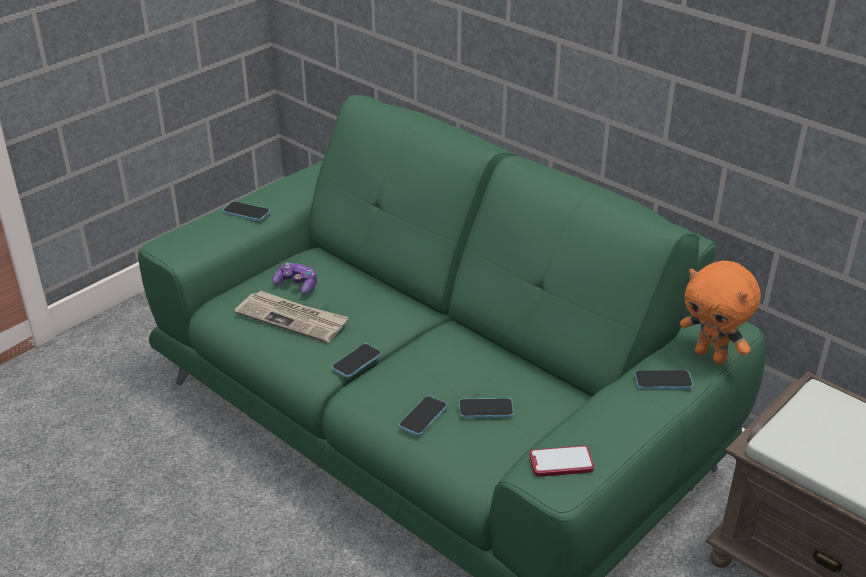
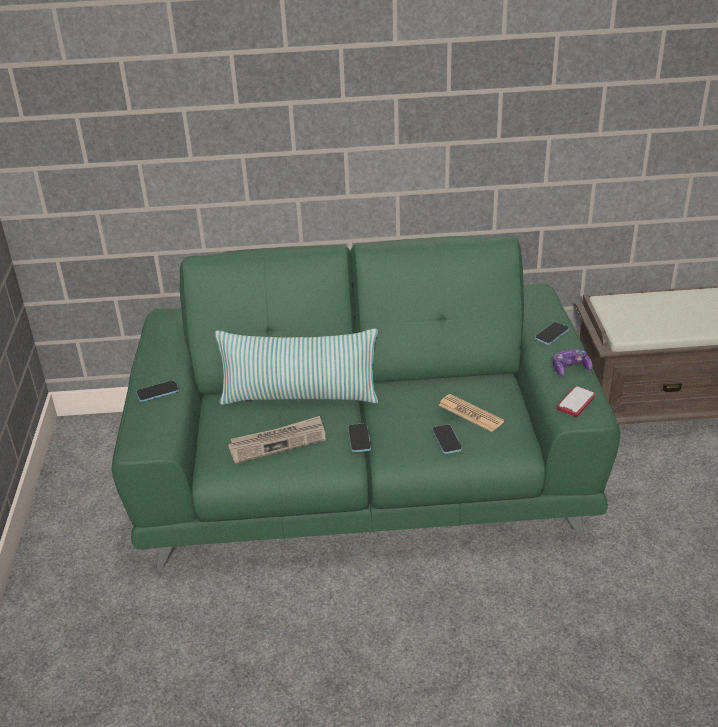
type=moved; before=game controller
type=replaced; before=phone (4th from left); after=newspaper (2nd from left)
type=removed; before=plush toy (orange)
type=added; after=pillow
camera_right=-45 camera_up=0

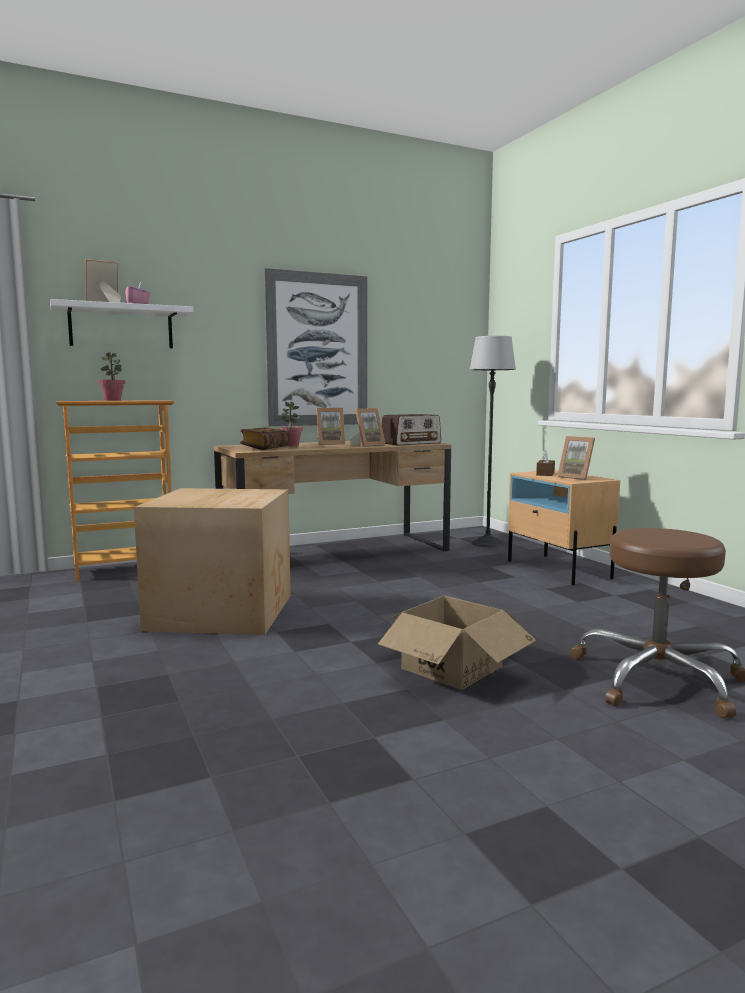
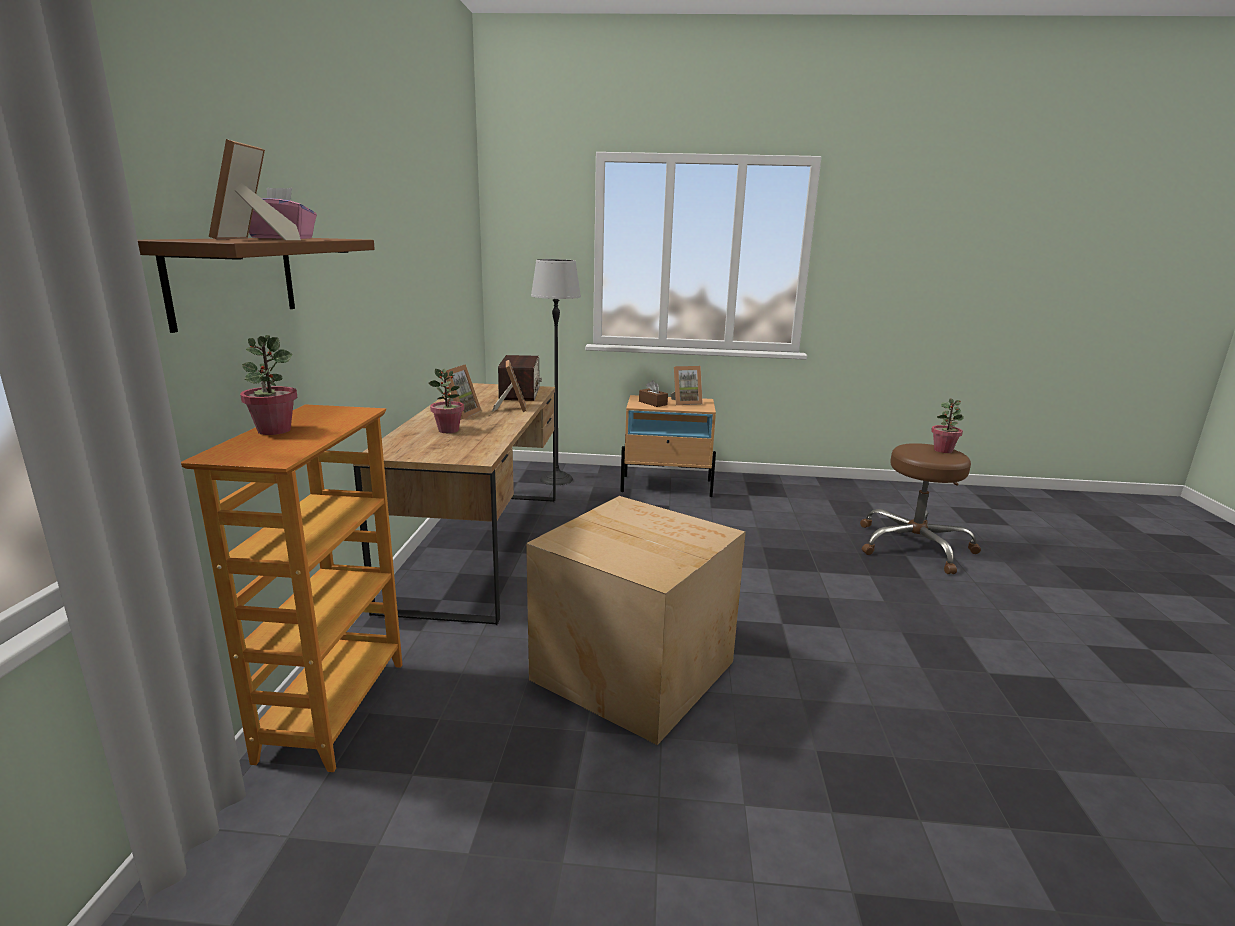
type=recoloured; before=shelf (white); after=shelf (brown)
type=removed; before=book
type=removed; before=picture
type=removed; before=cardboard box (2nd from left)
type=added; after=potted plant (3rd from left)
camera_right=-60 camera_up=10

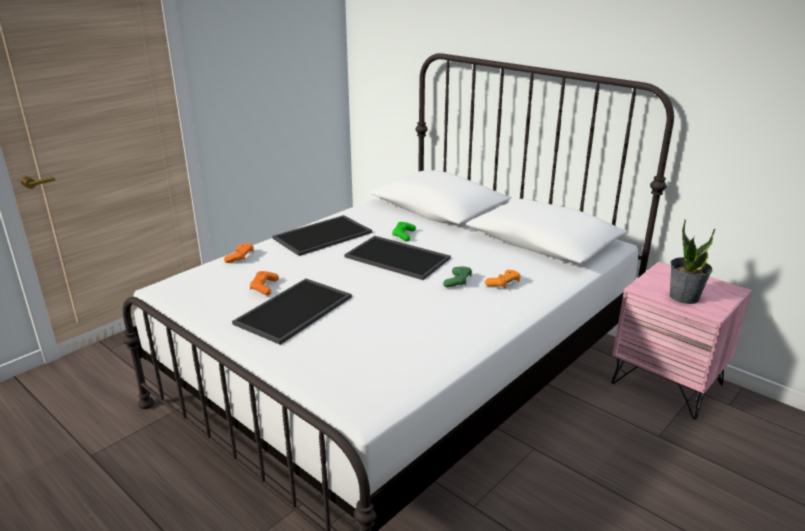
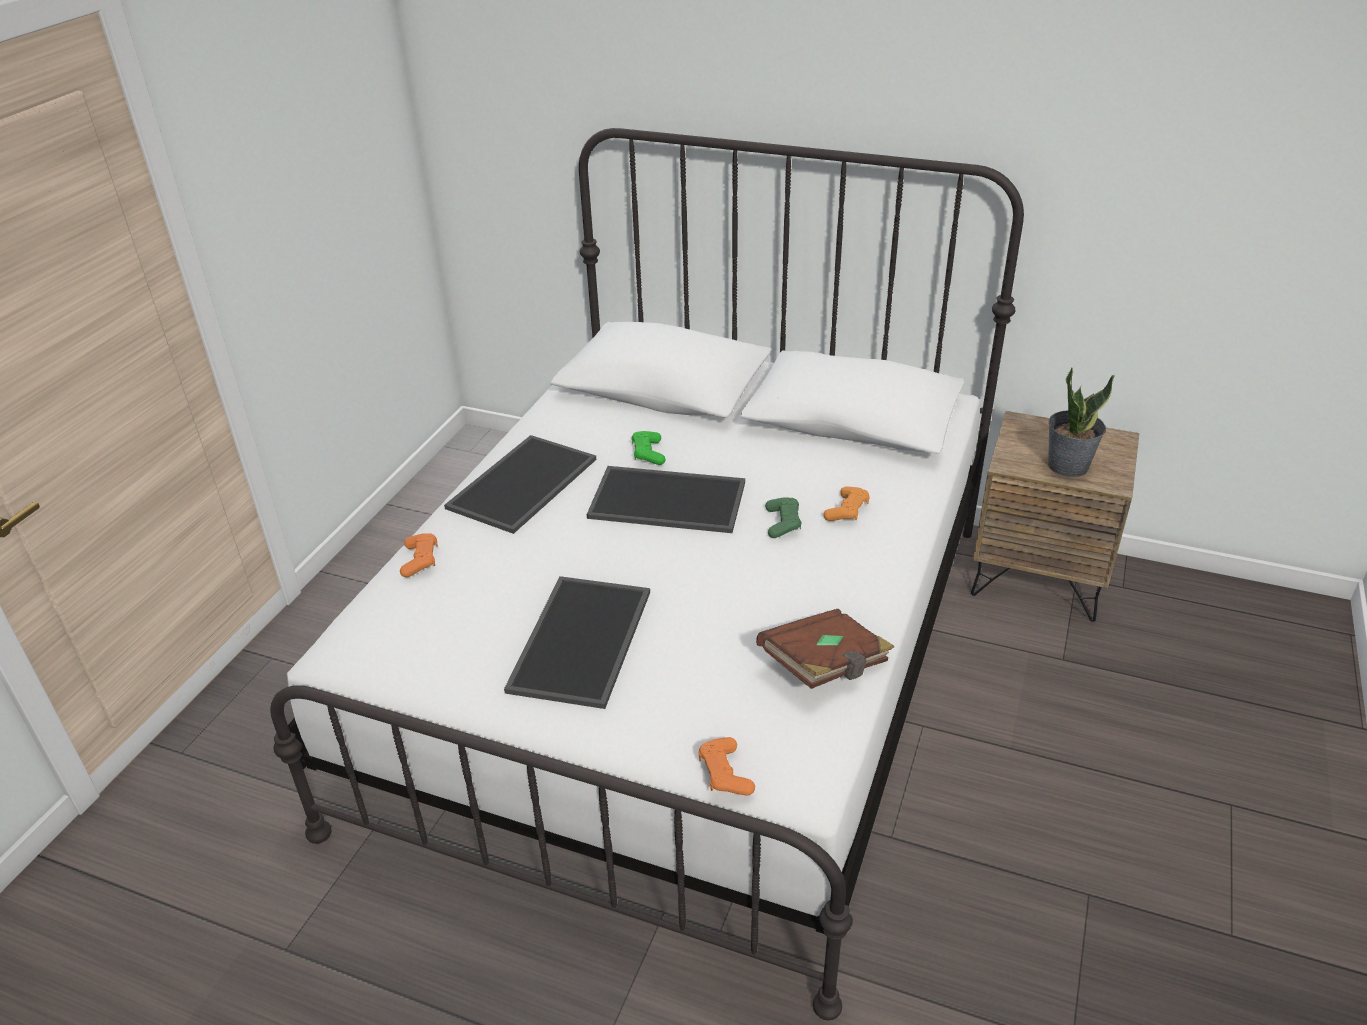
type=moved; before=game controller (orange) (2nd from left)
type=recoloured; before=nightstand (pink); after=nightstand (brown)
type=added; after=book (brown)
camera_right=-20 camera_up=10

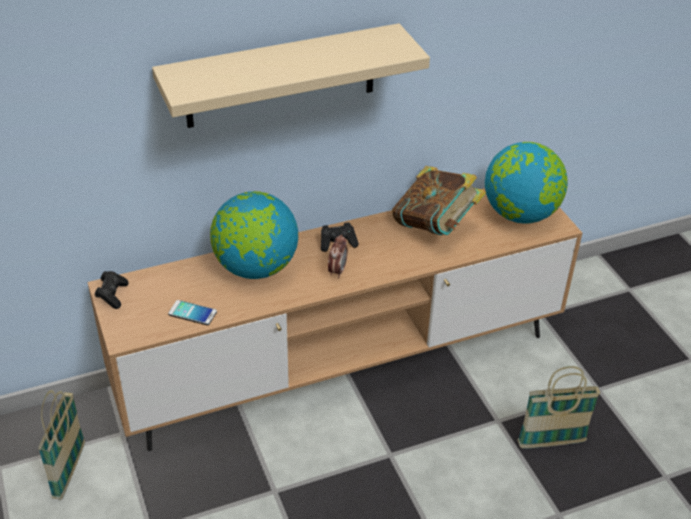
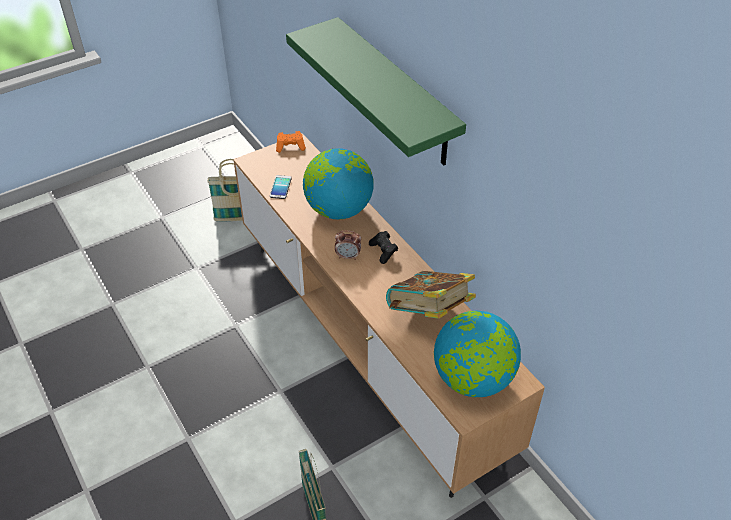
type=recoloured; before=game controller (black) (1st from left); after=game controller (orange)
type=recoloured; before=shelf (beige); after=shelf (green)
camera_right=80 camera_up=5

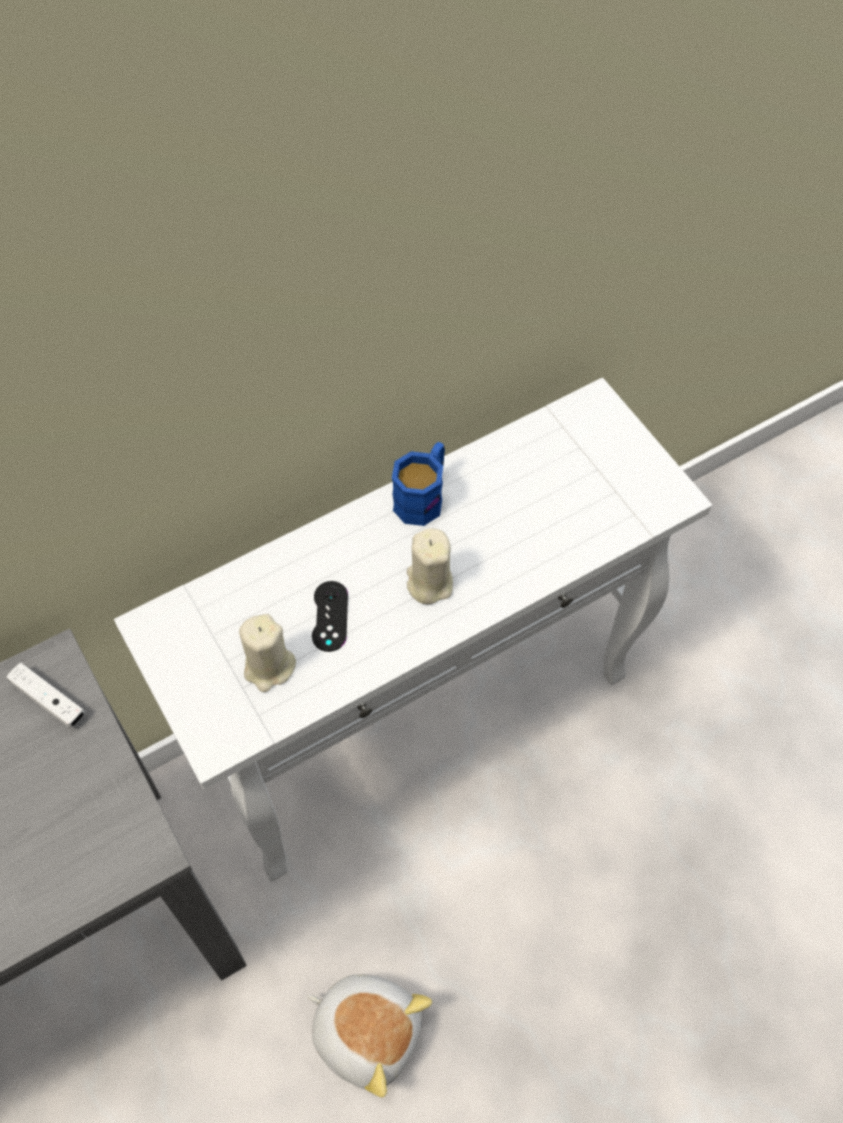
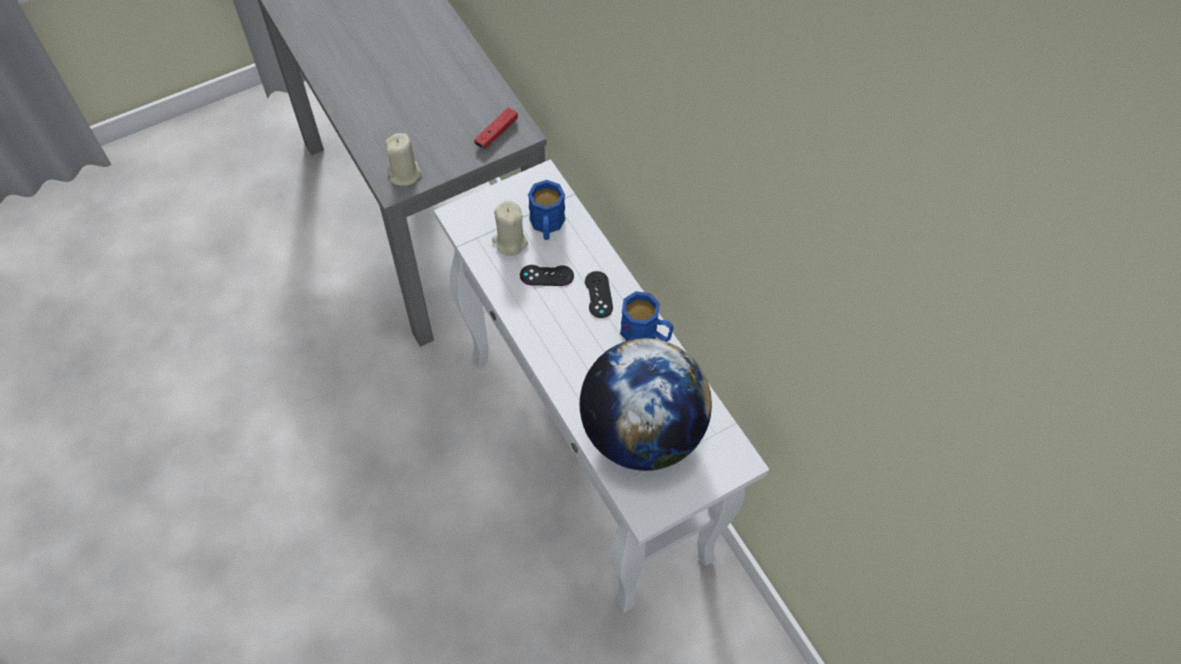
type=recoloured; before=game controller (white); after=game controller (red)
type=removed; before=plush toy
type=moved; before=candle (beige) (2nd from left in the first image); after=candle (beige) (1st from left)
type=added; after=mug (blue) (1st from left)
type=added; after=globe
type=added; after=game controller (black) (2nd from left)
camera_right=90 camera_up=0

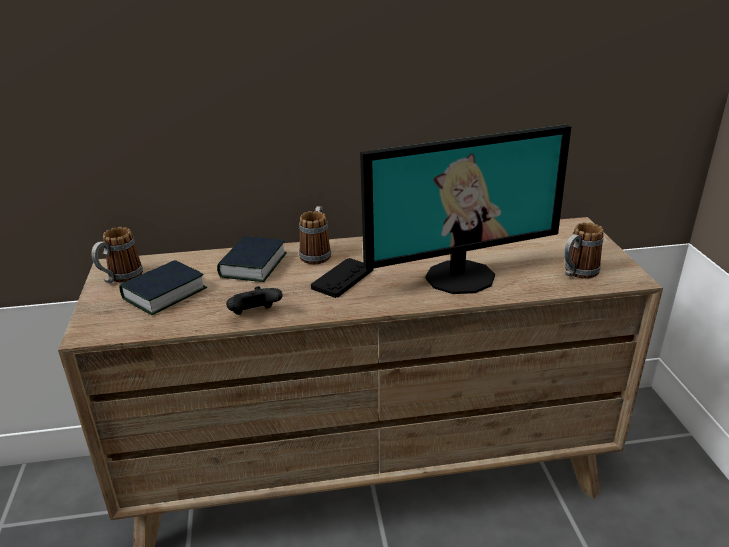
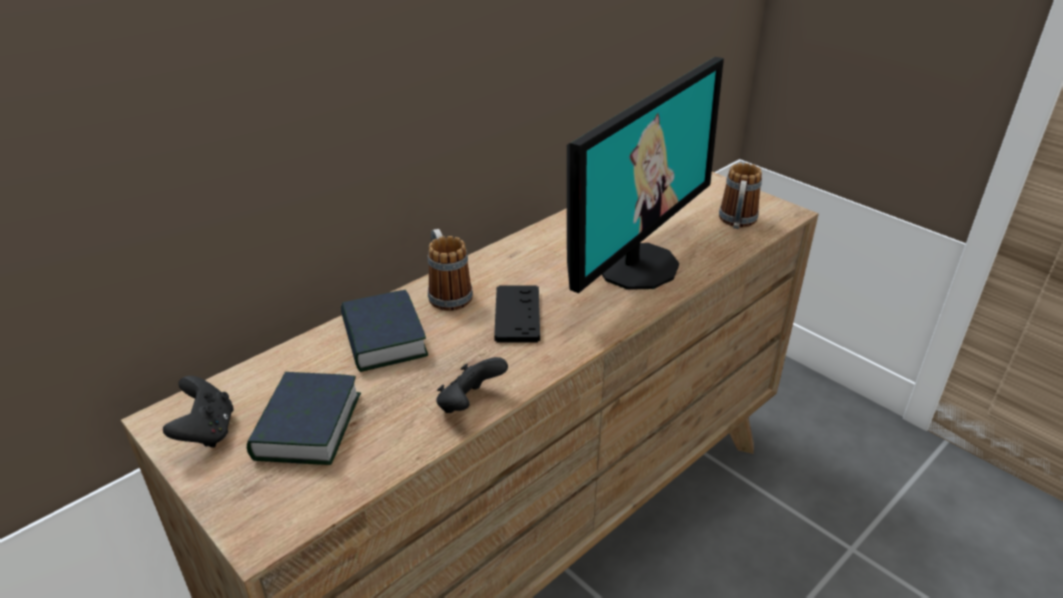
type=replaced; before=mug (1st from left); after=game controller (black) (1st from left)
camera_right=-35 camera_up=5

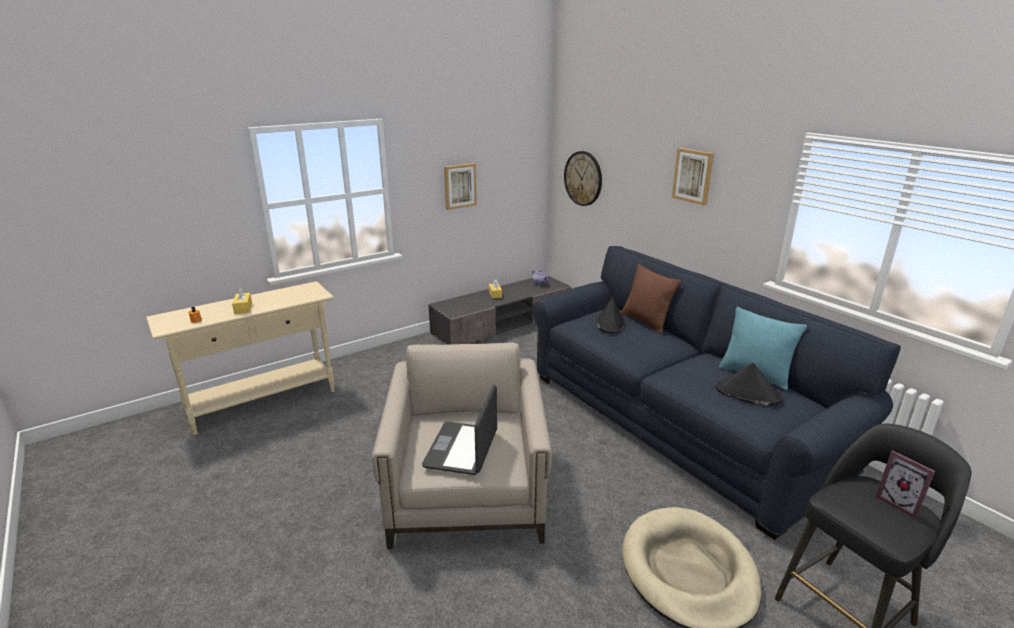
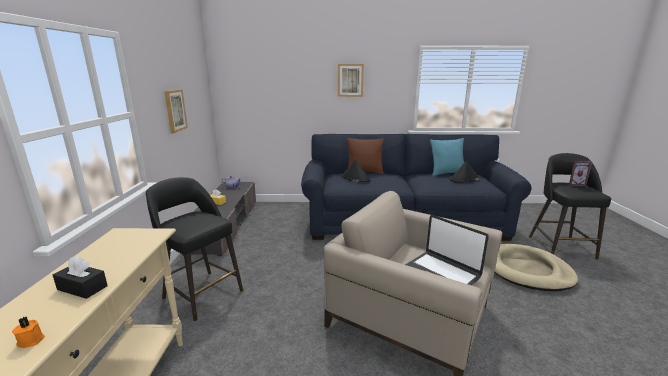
type=recoloured; before=tissue box (yellow) (1st from left); after=tissue box (black)
type=removed; before=wall clock
type=added; after=stool (black) (1st from left)
camera_right=-55 camera_up=-5

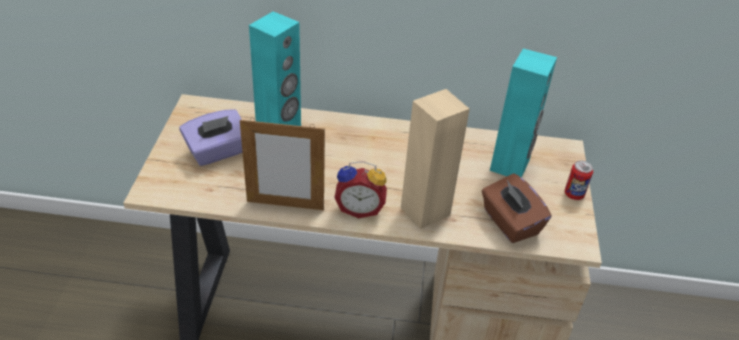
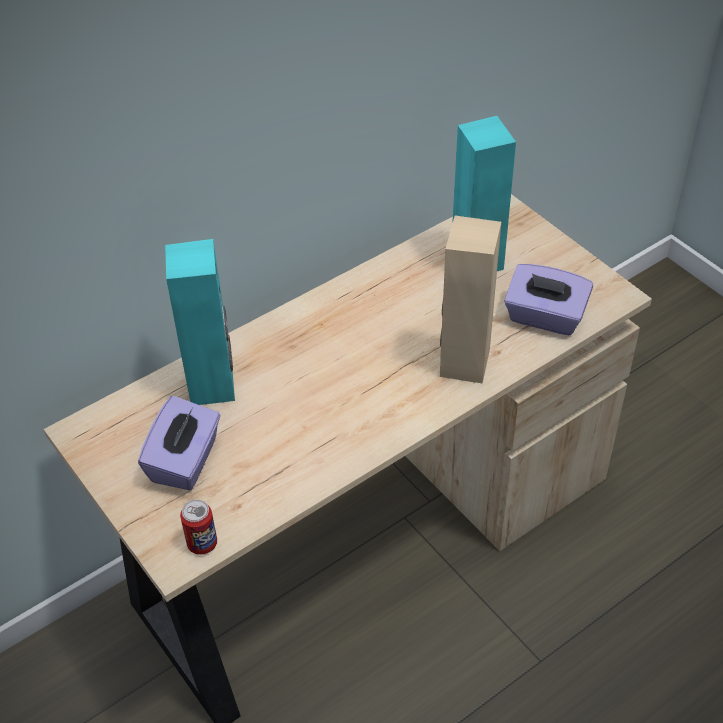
type=removed; before=picture frame
type=removed; before=alarm clock
type=recoloured; before=tissue box (brown); after=tissue box (purple) (2nd from left)
type=moved; before=can
camera_right=-40 camera_up=5

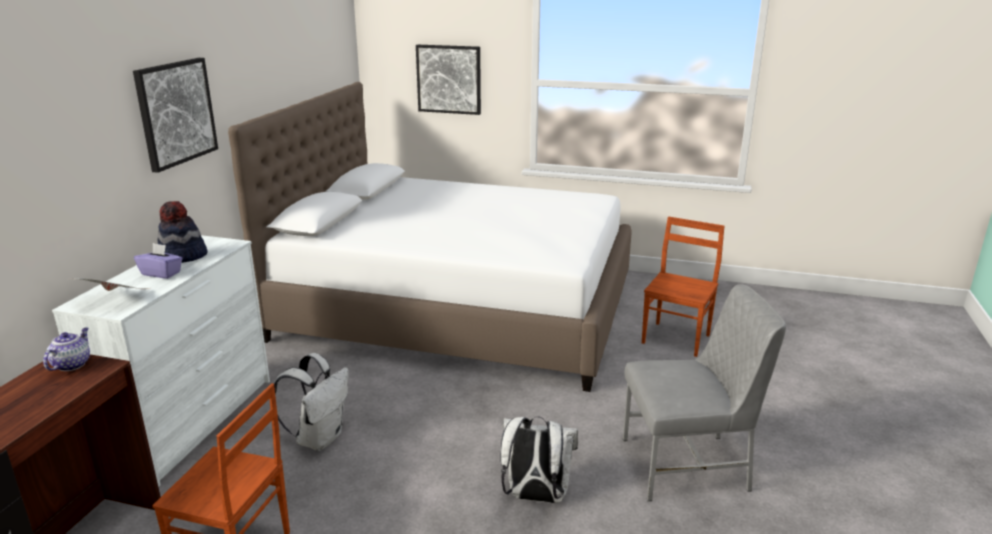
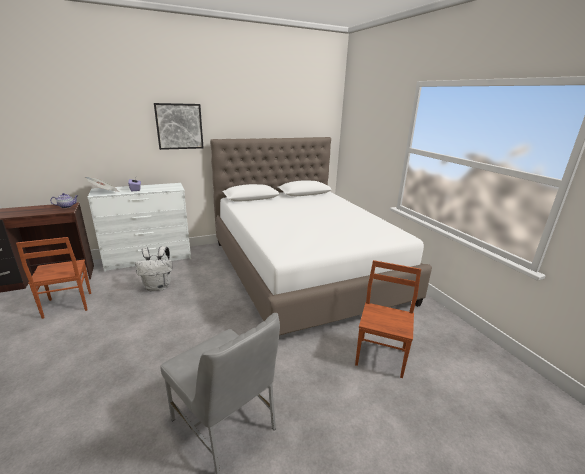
type=removed; before=hat
type=removed; before=picture (2nd from left)
type=removed; before=backpack (white) (2nd from left)
type=turned; before=chair (brown) (2nd from left); turn=-60
camera_right=50 camera_up=0

